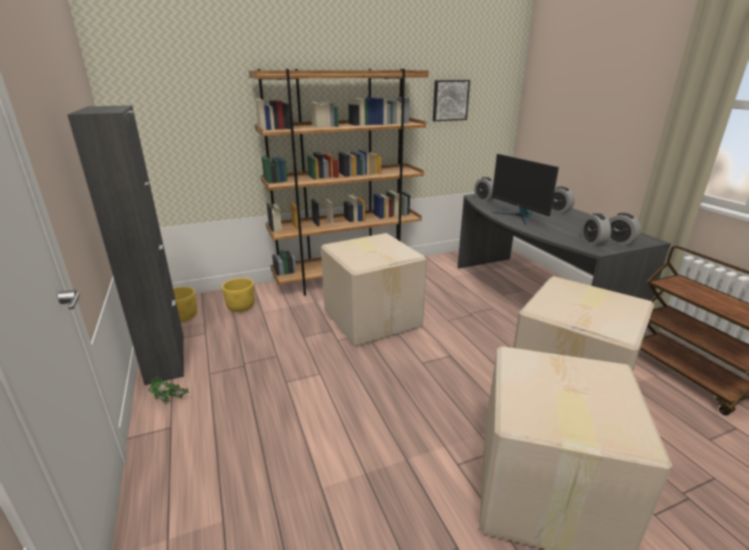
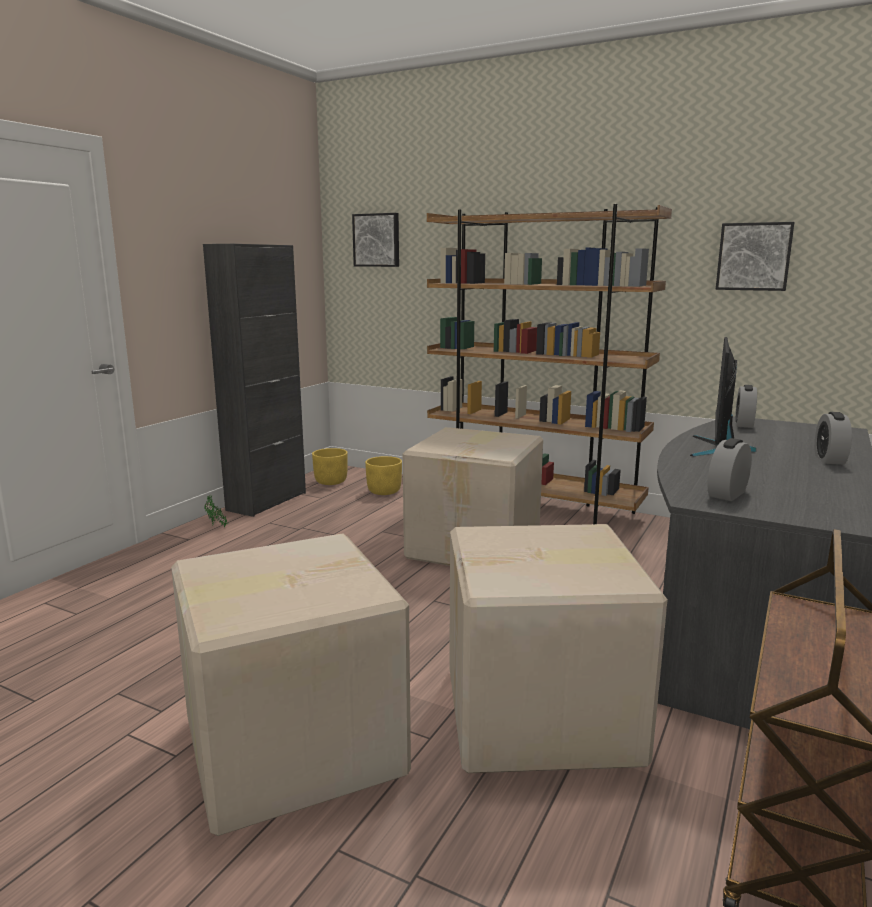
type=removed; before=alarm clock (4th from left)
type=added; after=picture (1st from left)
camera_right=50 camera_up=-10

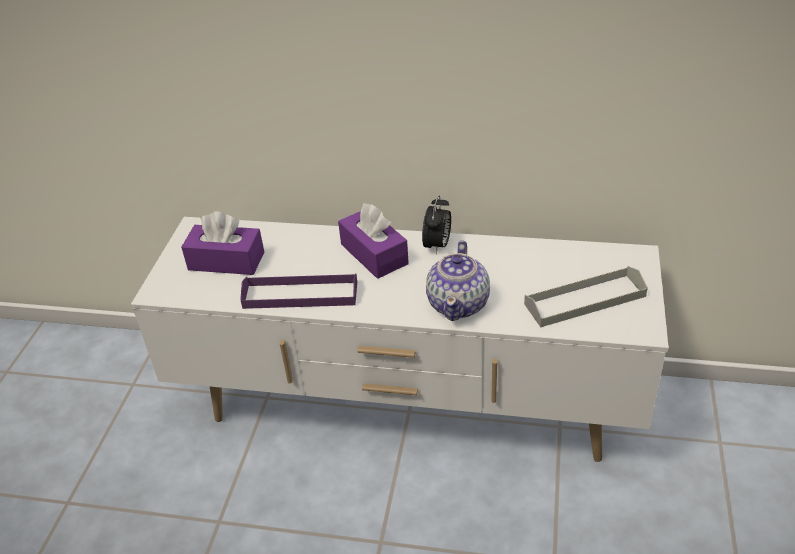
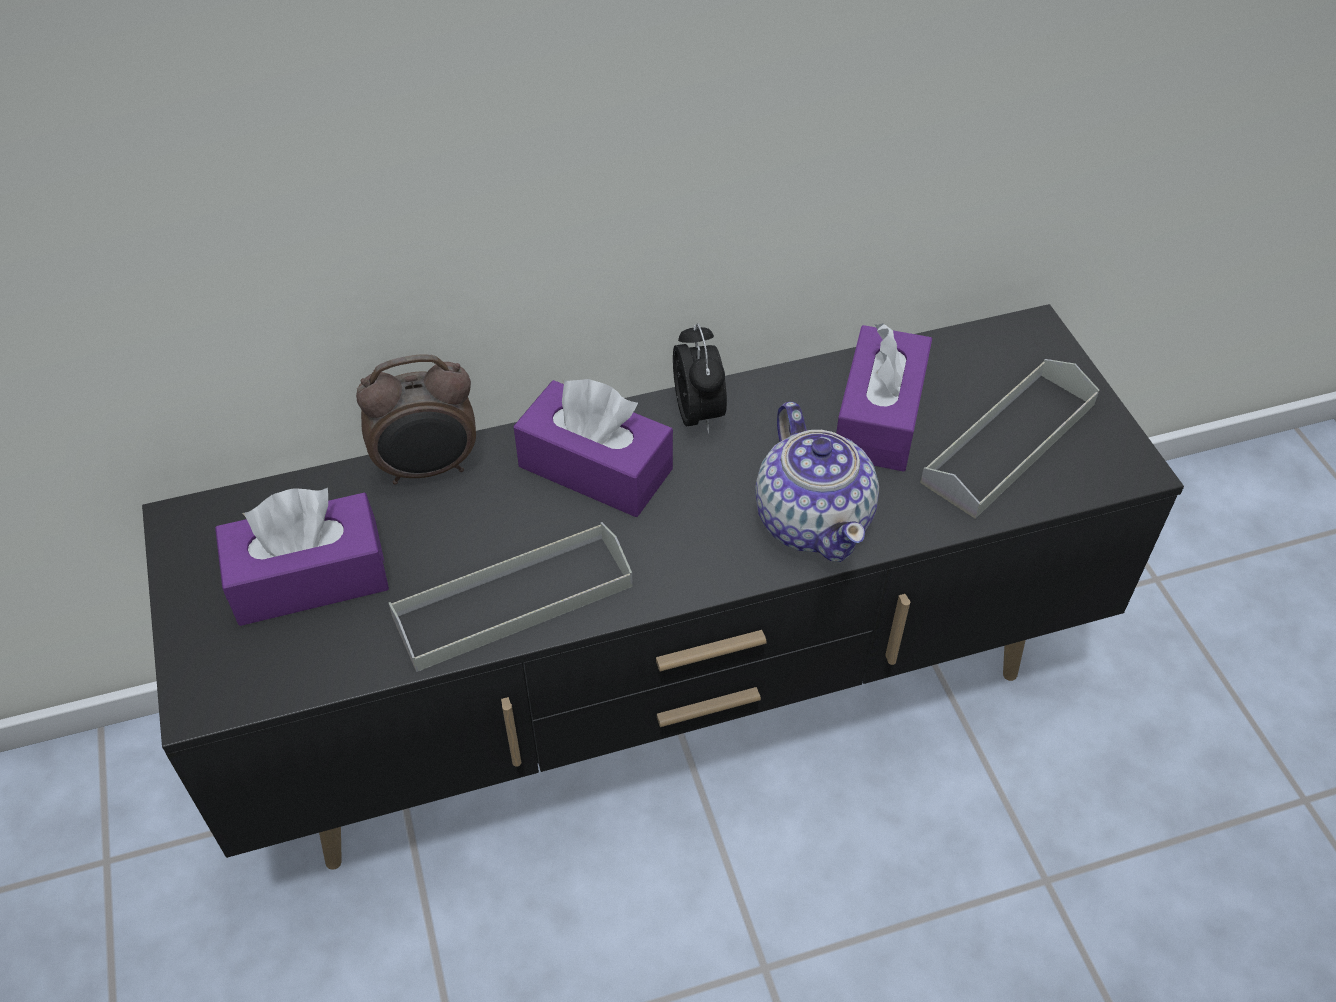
type=recoloured; before=tv stand (white); after=tv stand (black)
type=recoloured; before=tray (purple); after=tray (grey) (1st from left)
type=added; after=alarm clock (1st from left)
type=added; after=tissue box (purple) (3rd from left)
camera_right=-30 camera_up=10

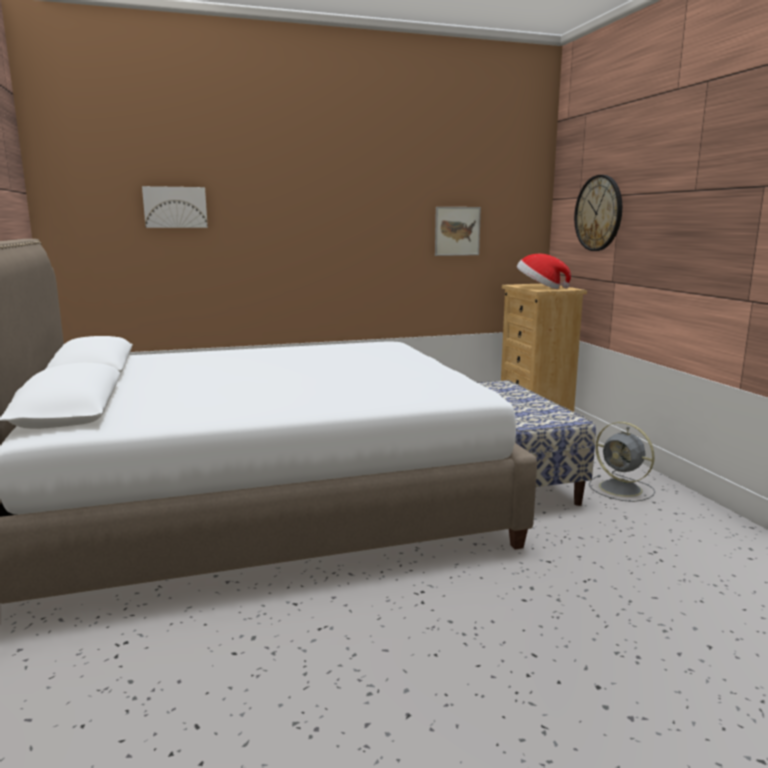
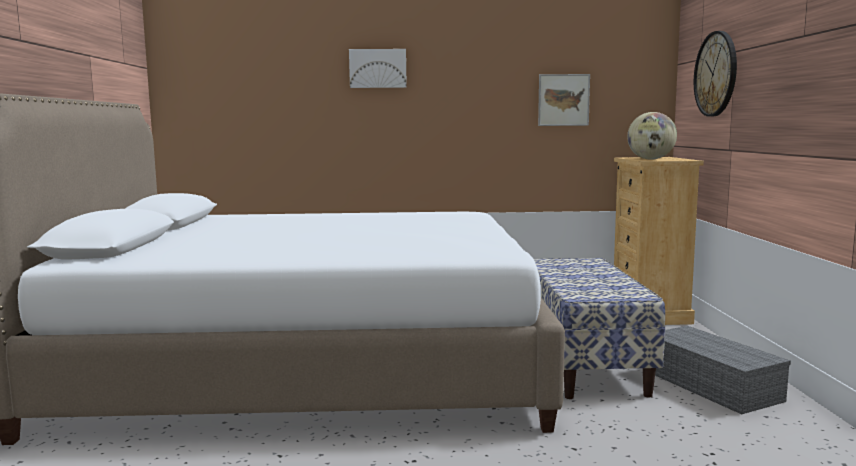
type=moved; before=picture (1st from left)
type=replaced; before=hat; after=globe
type=replaced; before=fan (grey); after=storage box (grey)
camera_right=15 camera_up=-5

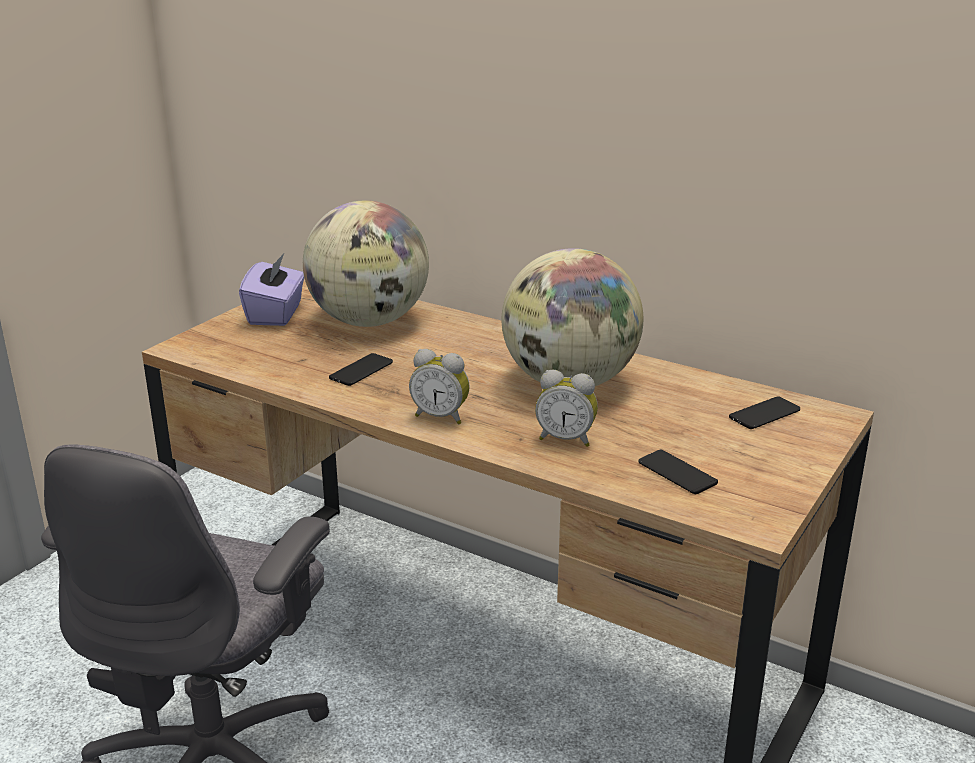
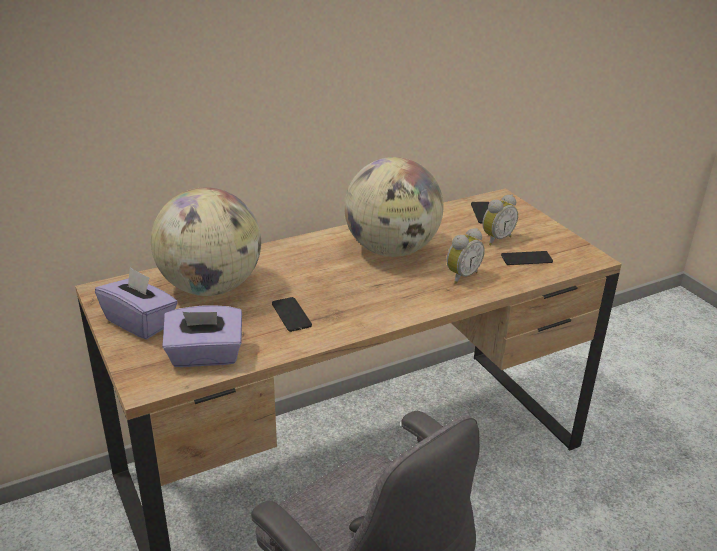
type=moved; before=alarm clock (1st from left in the first image); after=alarm clock (2nd from left)
type=added; after=tissue box (purple) (2nd from left)
camera_right=-60 camera_up=5

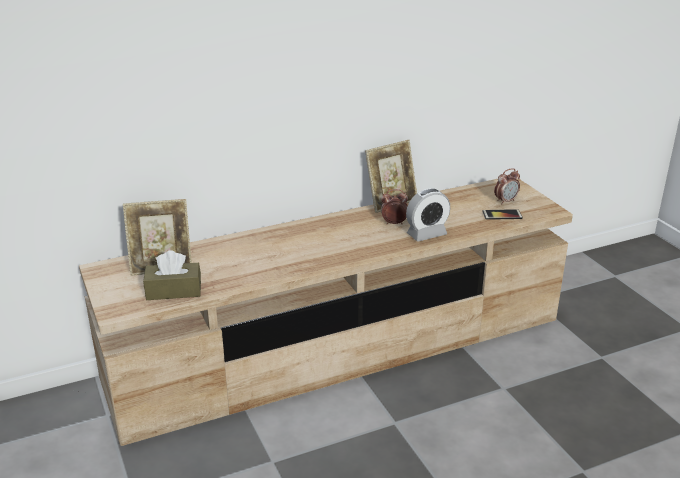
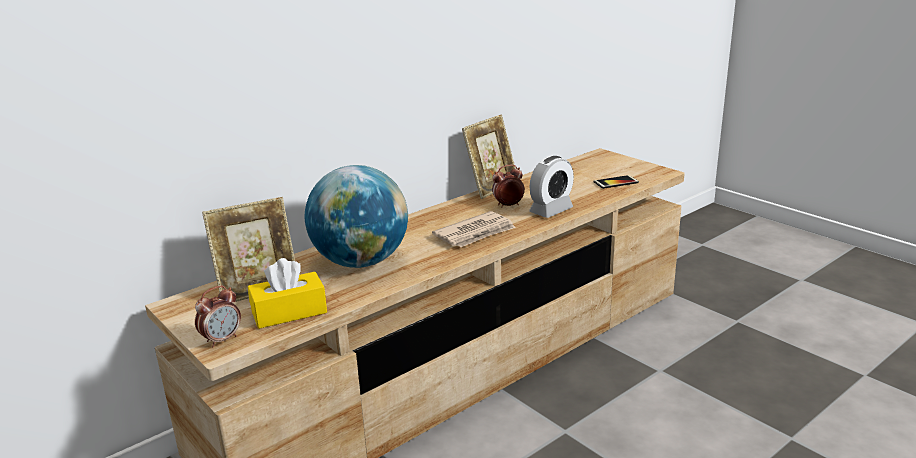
type=recoloured; before=tissue box (brown); after=tissue box (yellow)
type=moved; before=alarm clock (3rd from left in the first image); after=alarm clock (1st from left)
type=added; after=globe
type=added; after=newspaper
camera_right=-15 camera_up=-5

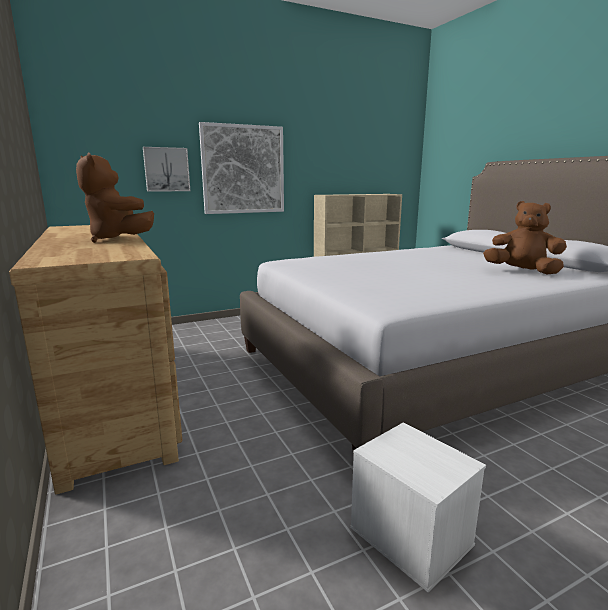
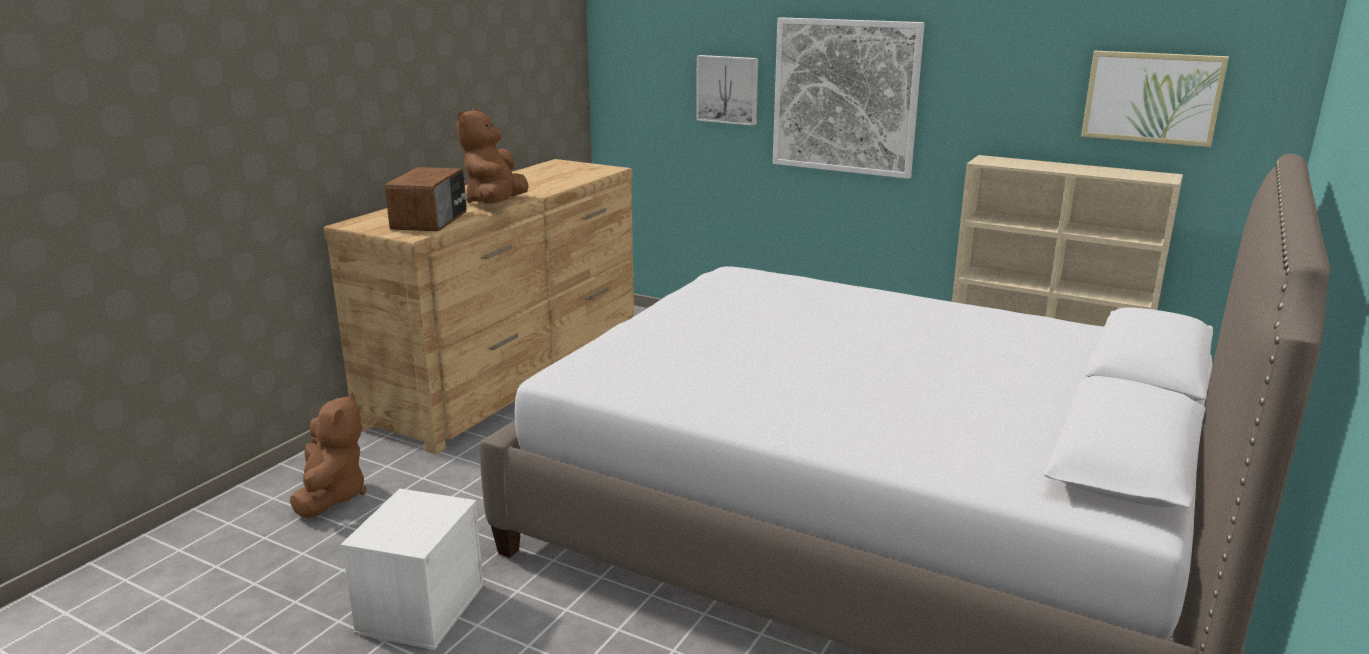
type=moved; before=plush toy (brown) (2nd from left in the first image); after=plush toy (brown) (1st from left)
type=added; after=radio
type=added; after=picture (3rd from left)
camera_right=55 camera_up=5

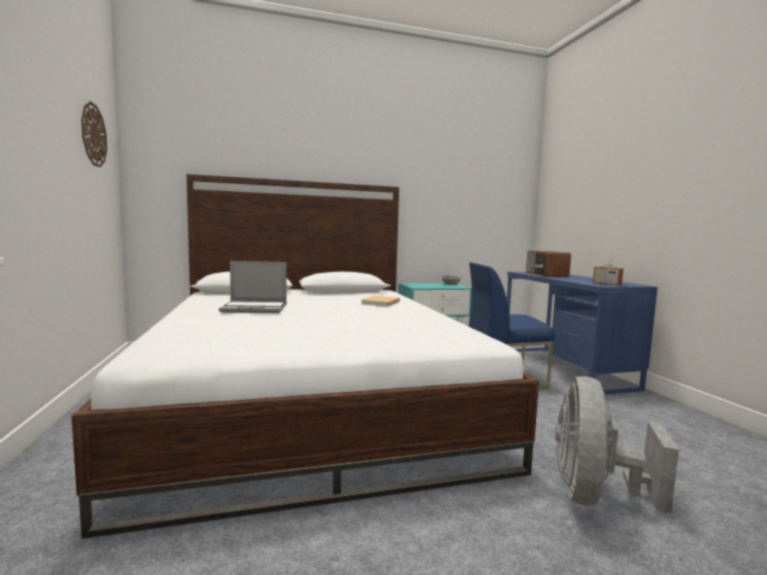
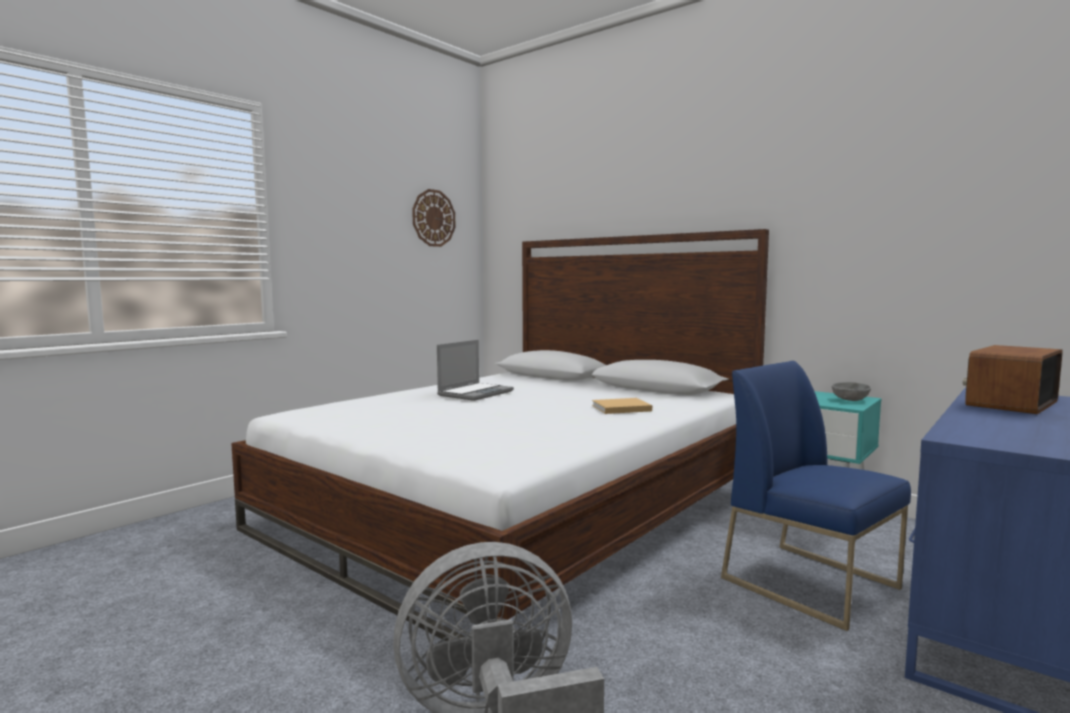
type=turned; before=laptop; turn=-105
type=removed; before=radio (2nd from left)
camera_right=55 camera_up=0

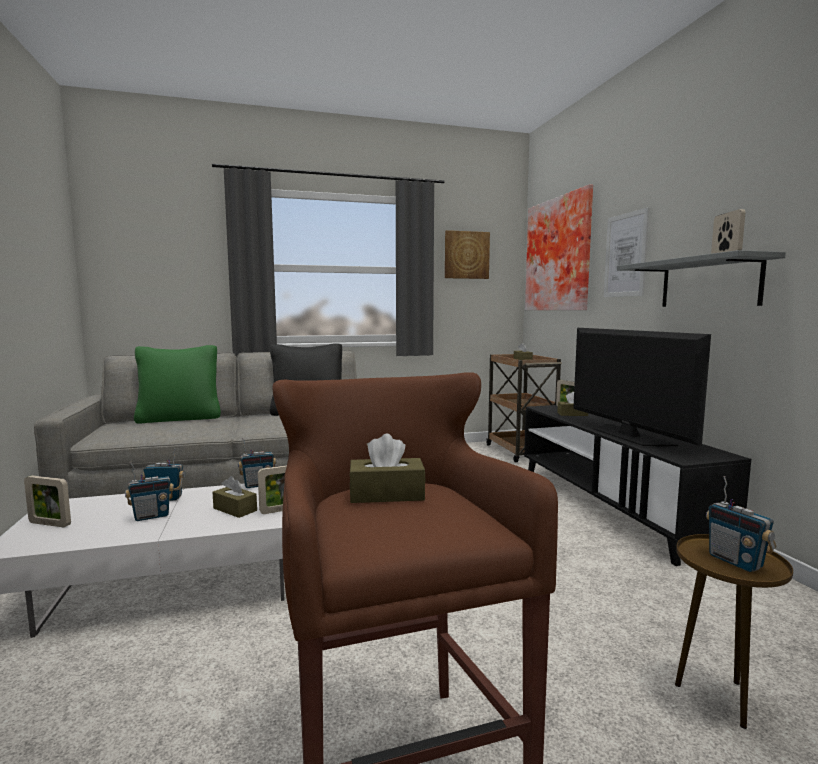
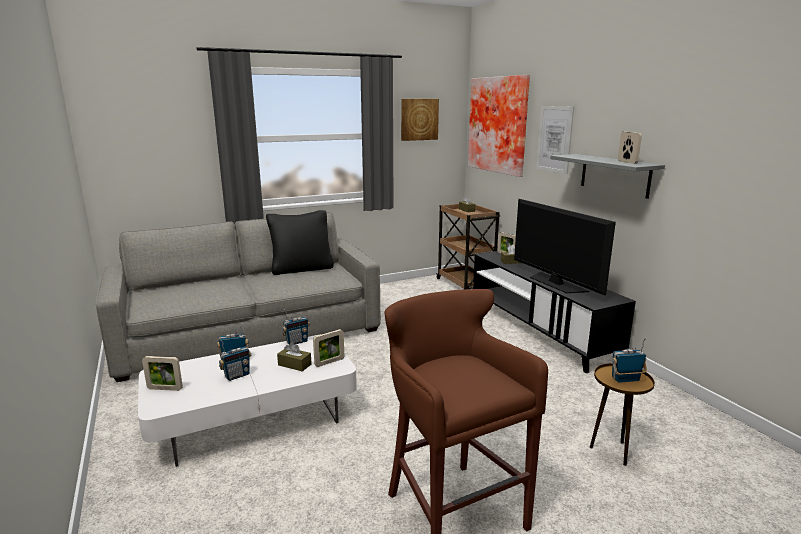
type=removed; before=pillow (green)
type=removed; before=tissue box (brown) (2nd from left)
type=turned; before=radio (4th from left); turn=120
camera_right=-10 camera_up=10

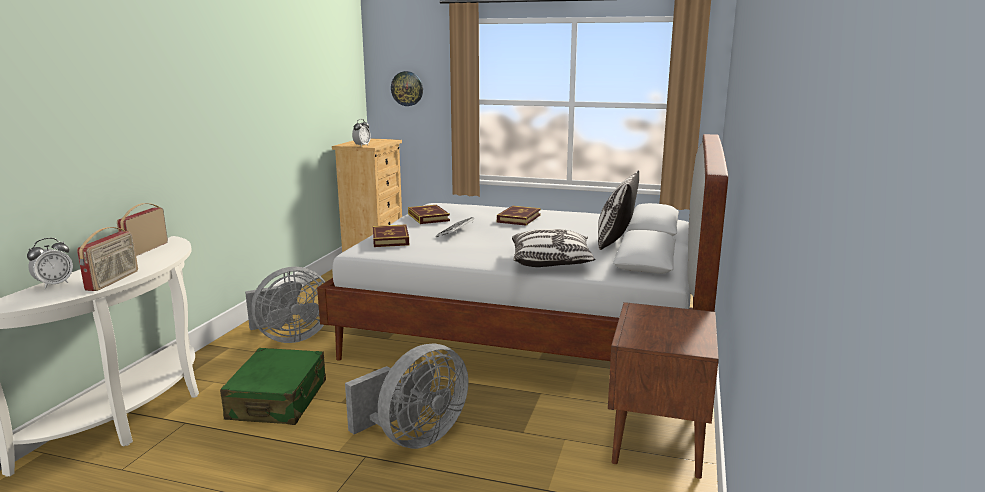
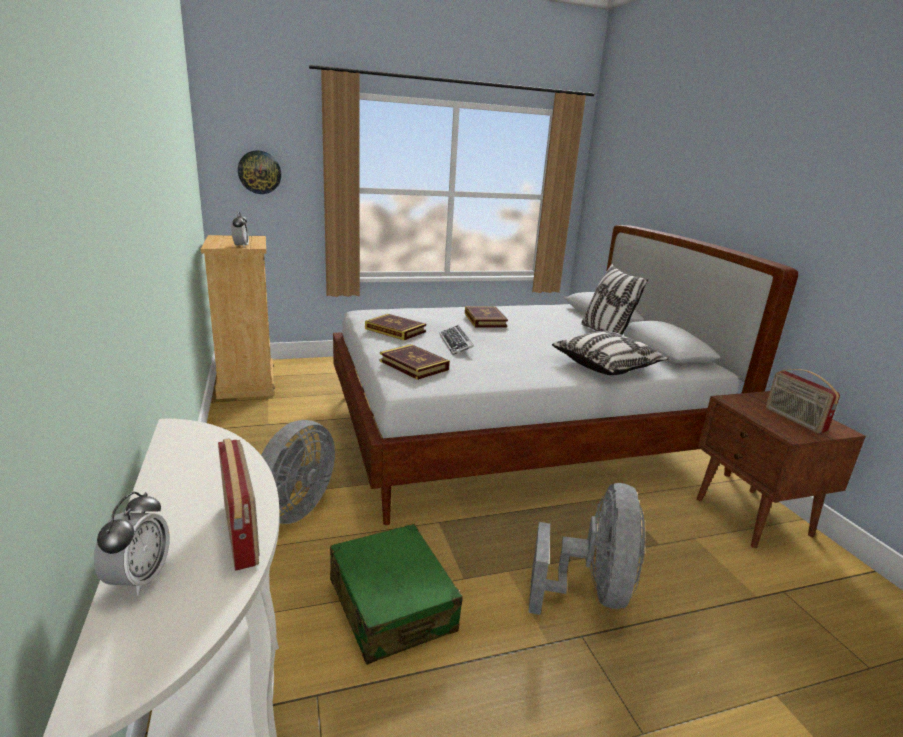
type=moved; before=radio (2nd from left)
camera_right=-35 camera_up=5

